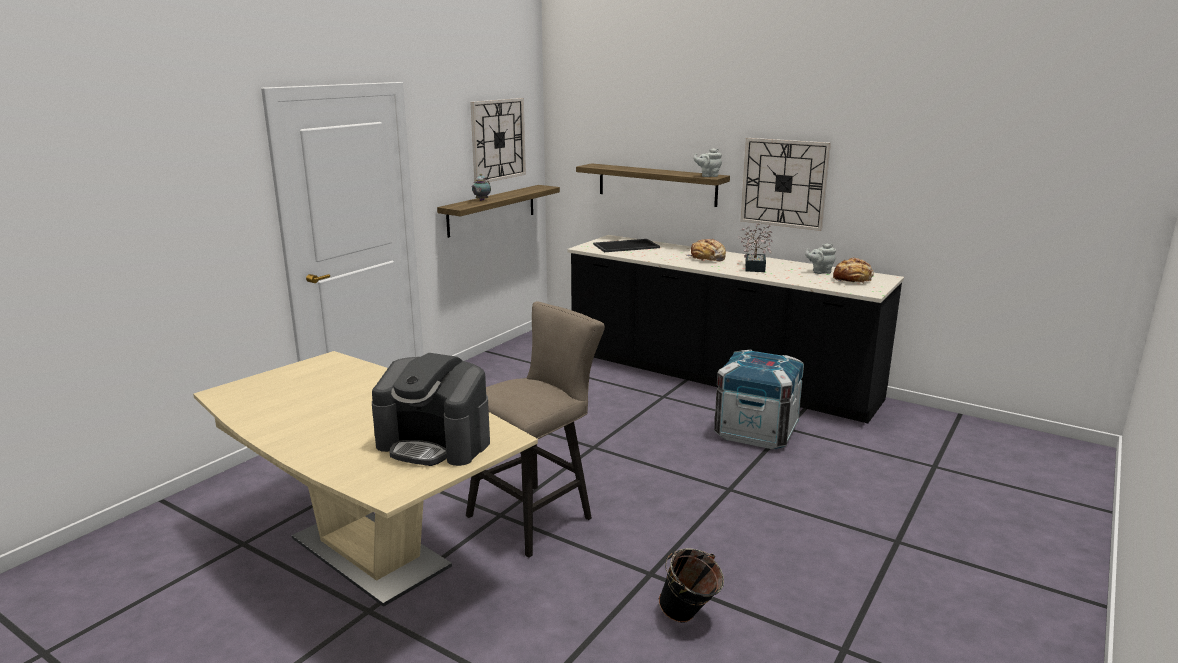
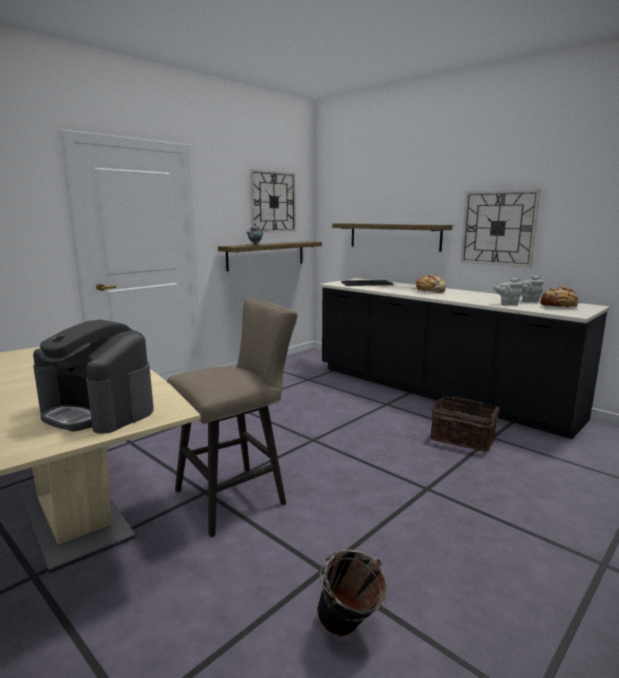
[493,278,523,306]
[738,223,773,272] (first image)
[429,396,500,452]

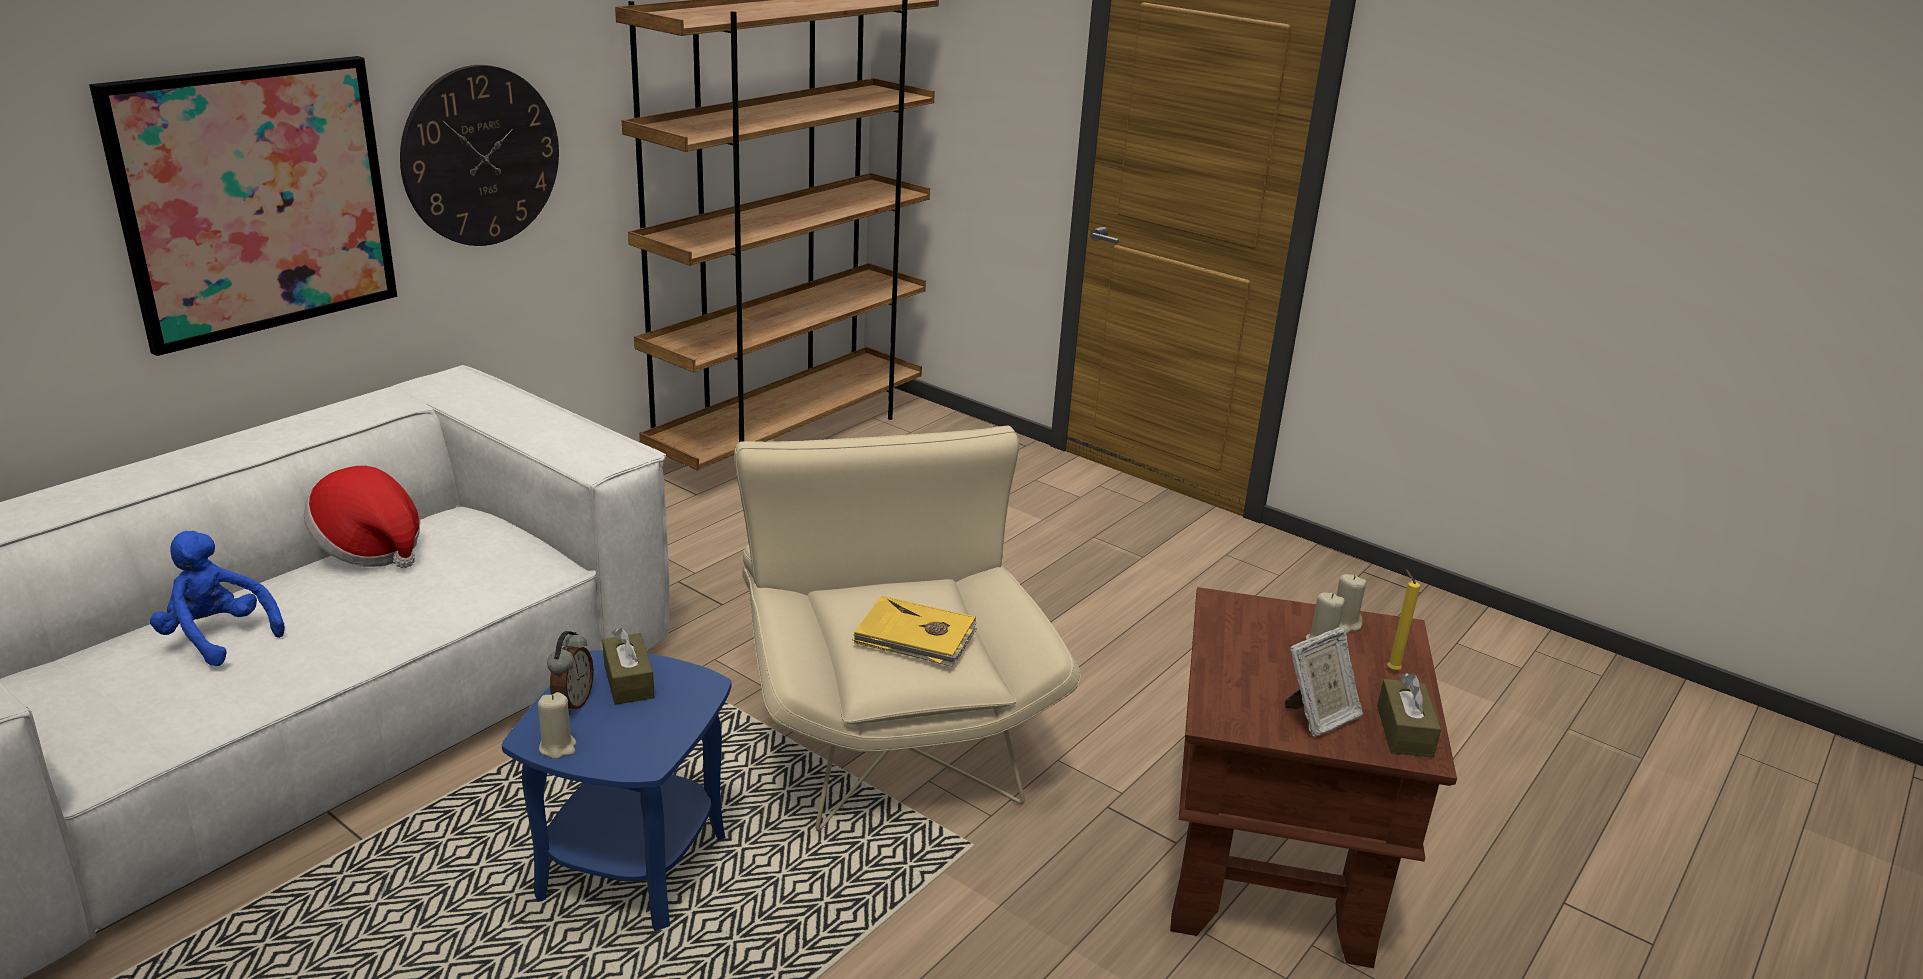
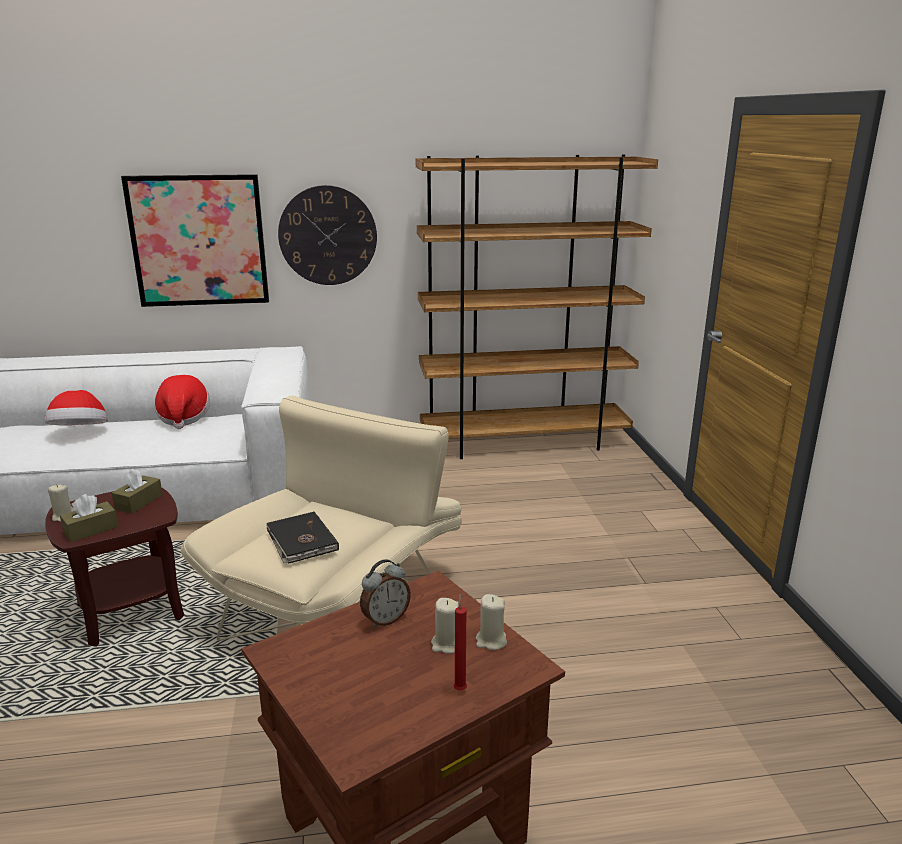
[44,390,108,425]
[453,594,467,691]
[266,511,339,564]
[1285,627,1363,737] (first image)
[360,559,411,628]
[45,487,184,647]
[60,494,118,542]

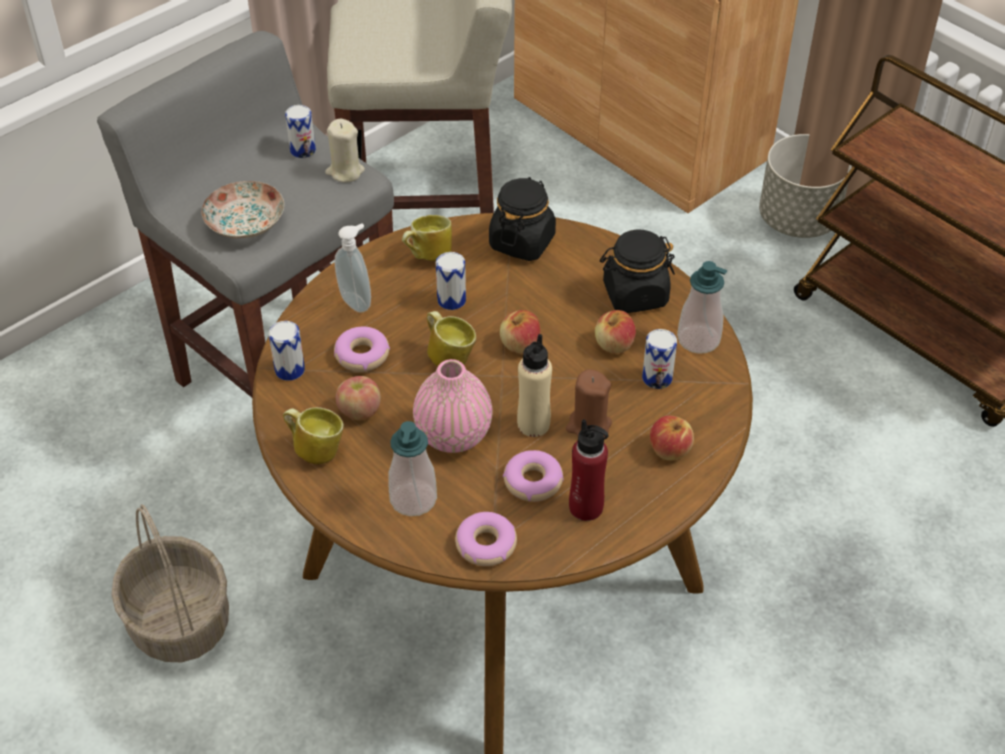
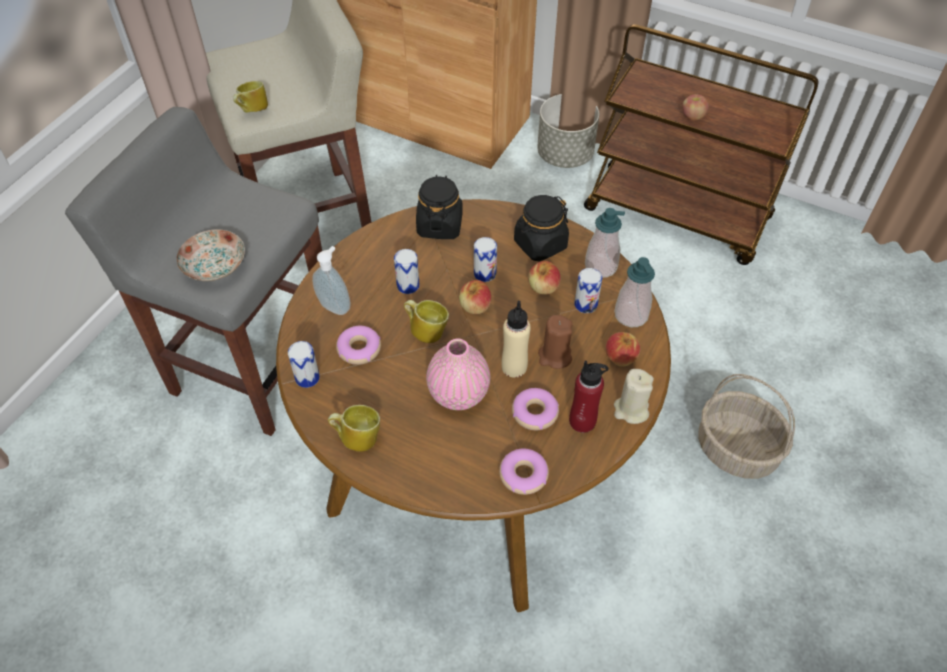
[474,237,497,282]
[614,369,654,424]
[233,81,268,113]
[683,94,709,120]
[614,257,655,327]
[698,374,795,479]

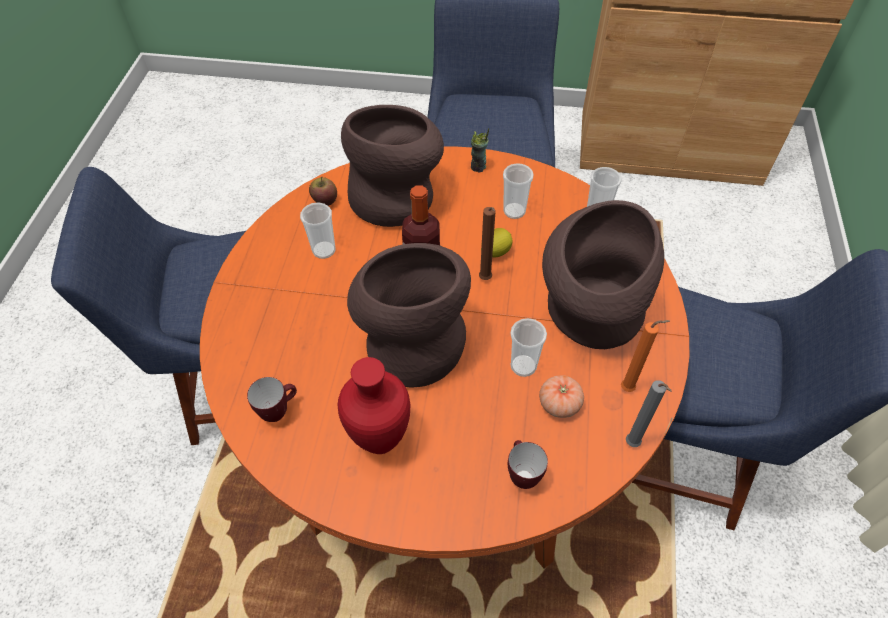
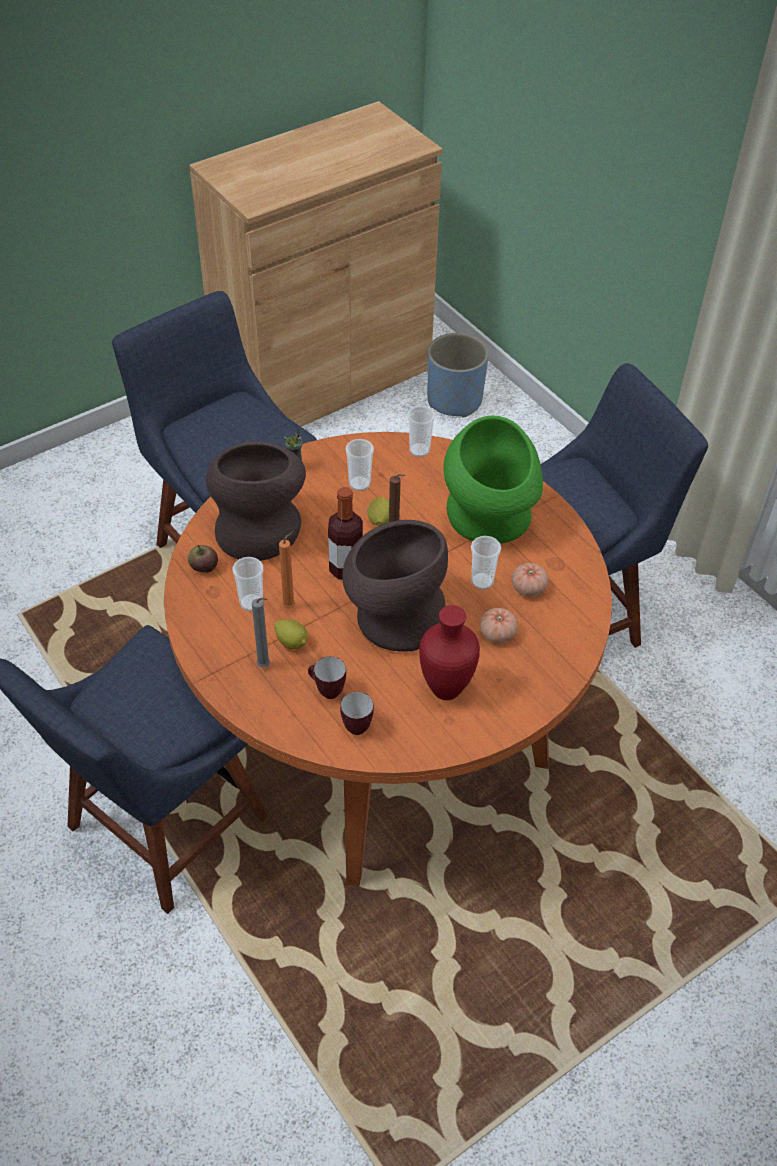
[443,415,543,544]
[279,531,295,609]
[252,598,270,667]
[308,656,346,699]
[427,333,489,418]
[480,608,518,643]
[274,619,308,649]

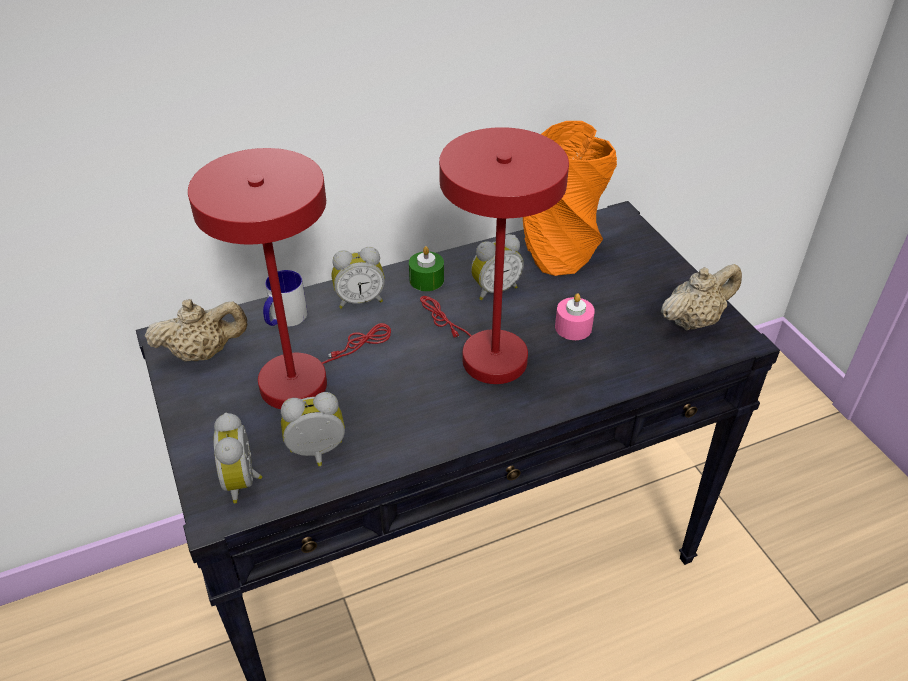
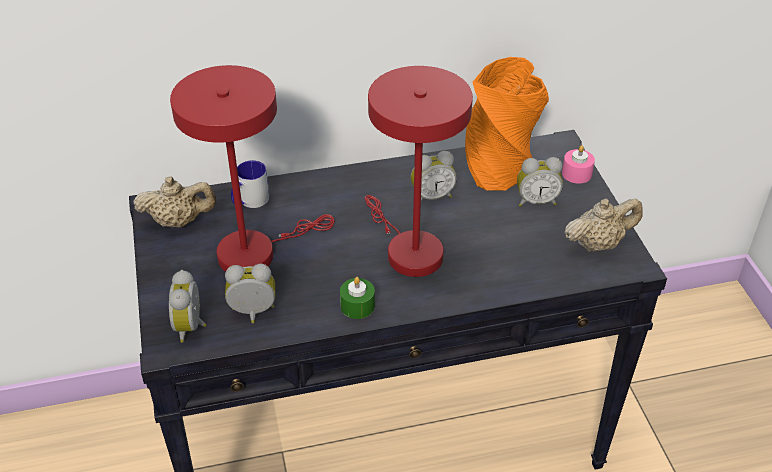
[340,277,375,319]
[517,157,563,207]
[562,145,595,184]

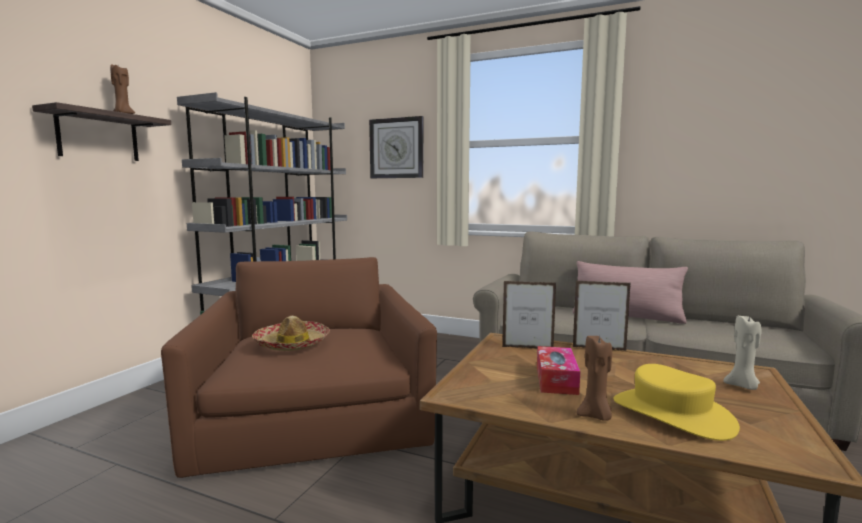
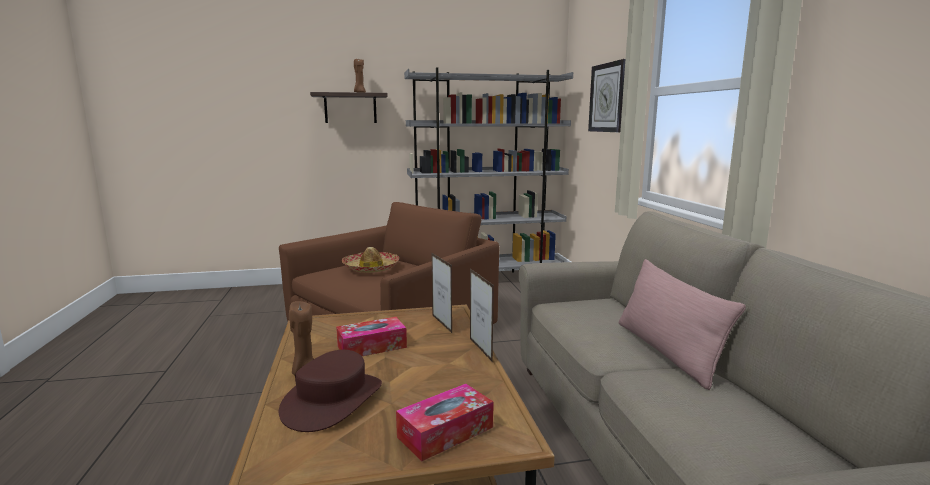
[396,384,494,461]
[279,350,382,432]

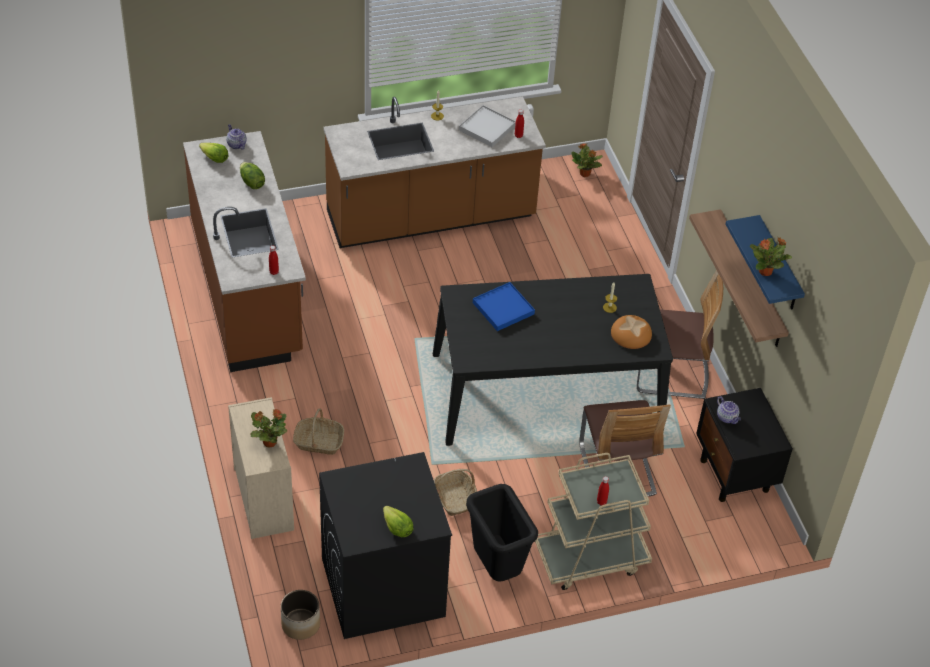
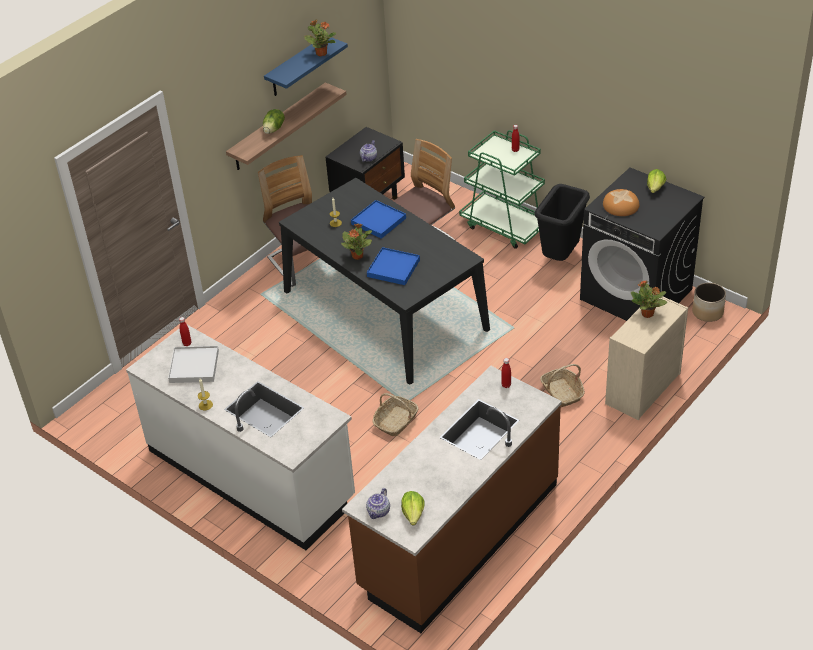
[126,325,355,550]
[341,224,372,260]
[263,109,285,134]
[603,189,639,216]
[459,130,545,249]
[372,393,419,436]
[351,200,406,239]

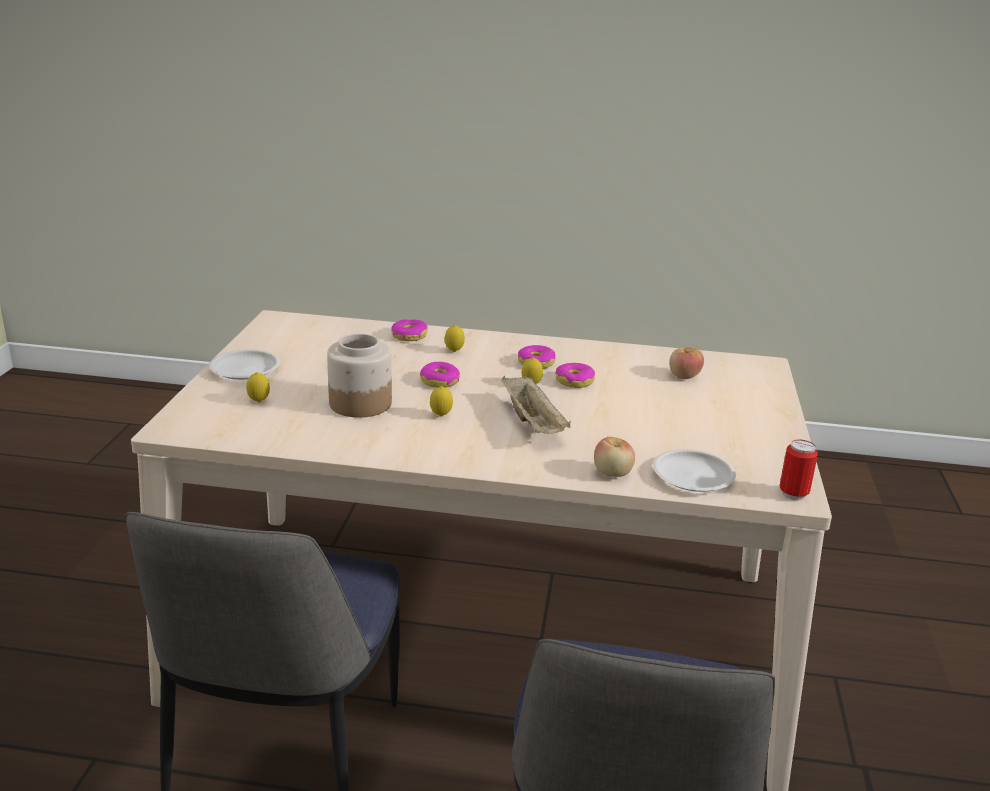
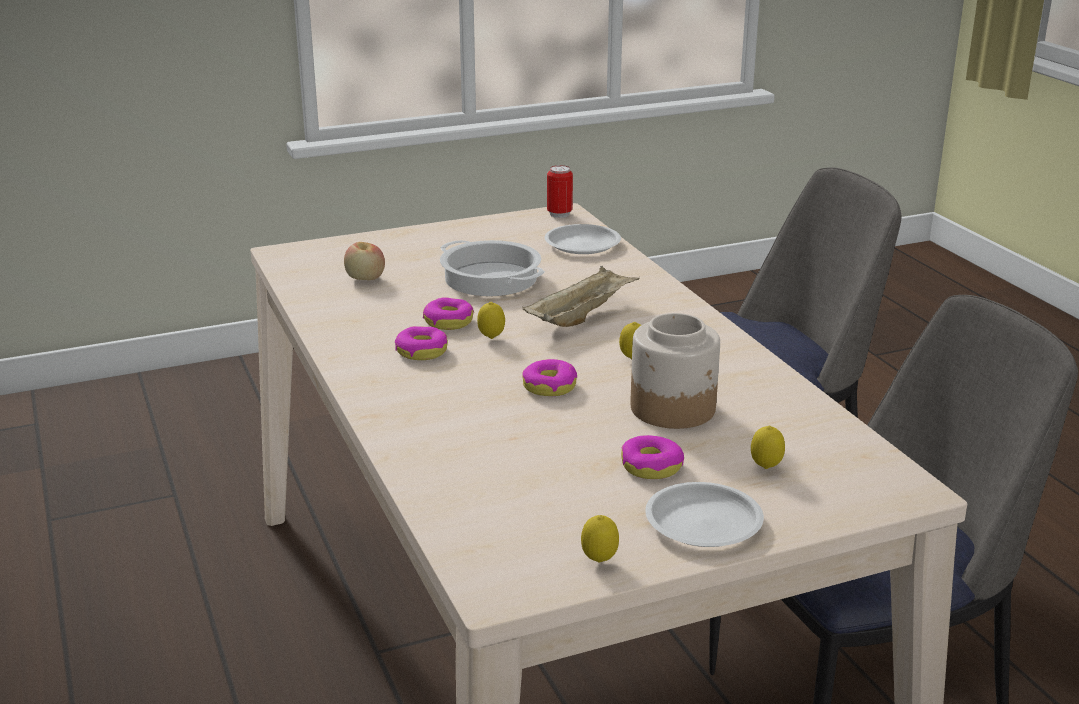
[621,435,684,479]
[581,515,619,563]
[594,437,635,477] (first image)
[440,240,545,296]

